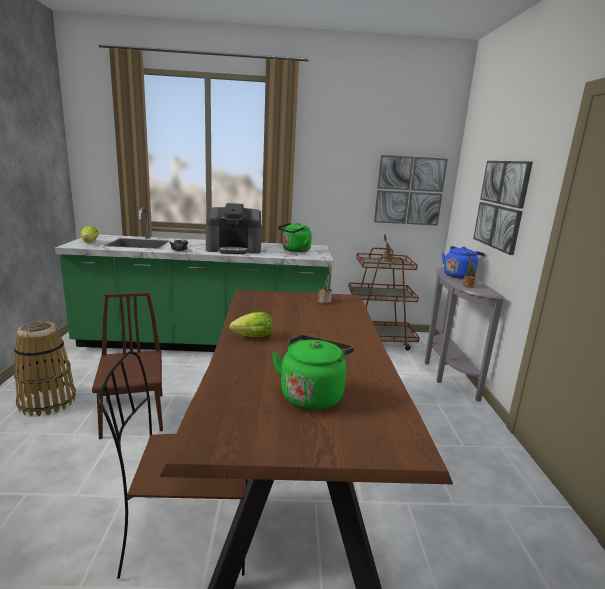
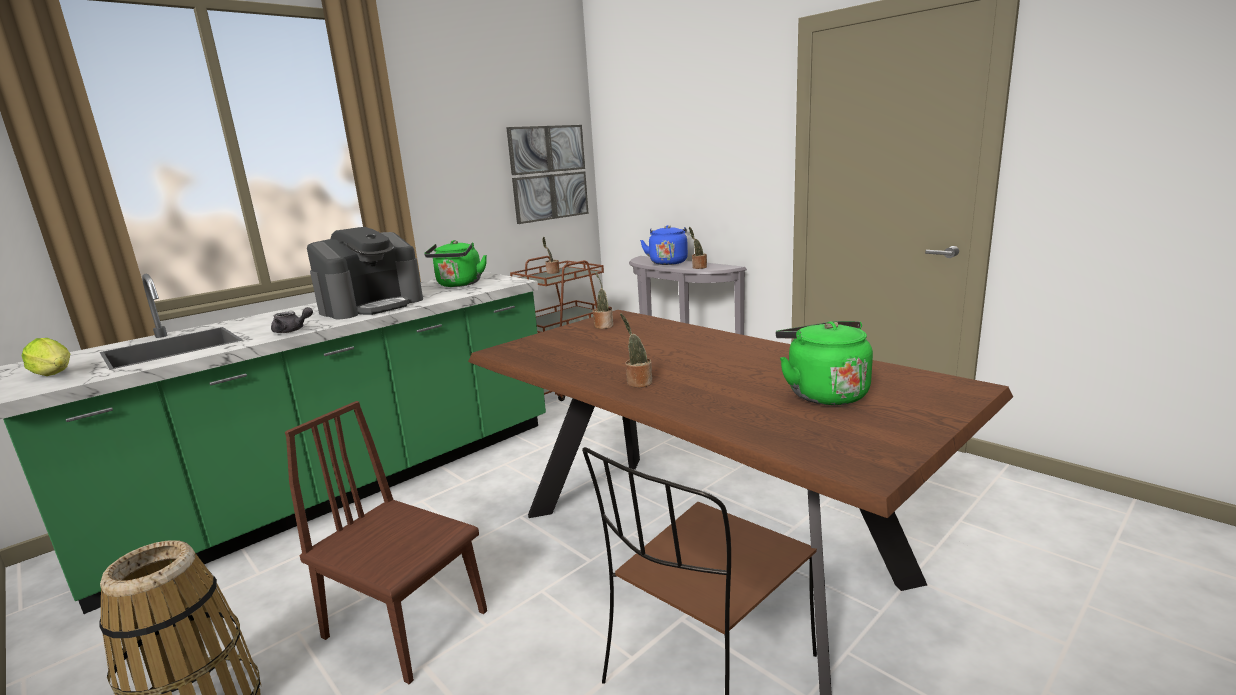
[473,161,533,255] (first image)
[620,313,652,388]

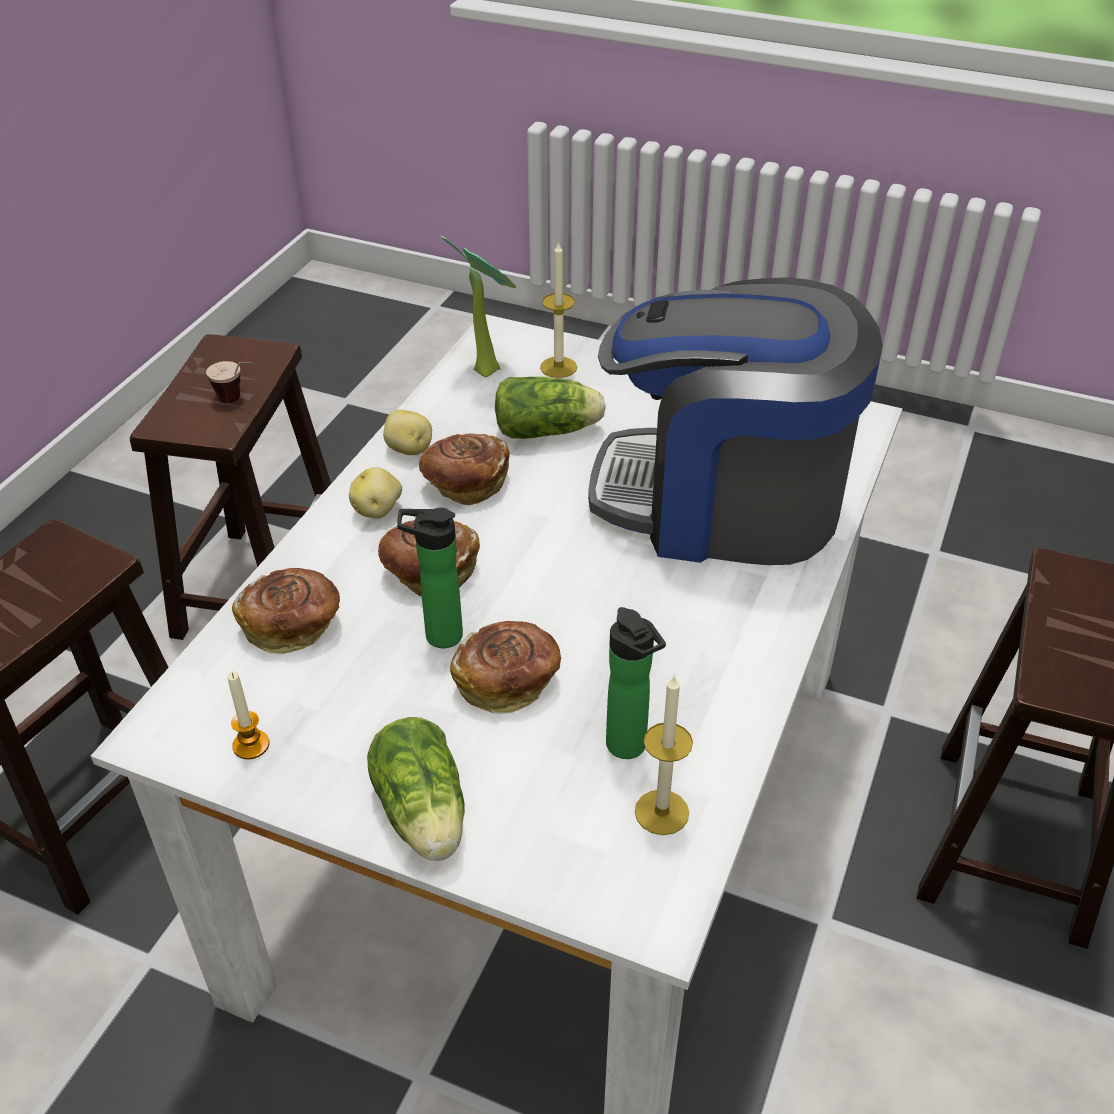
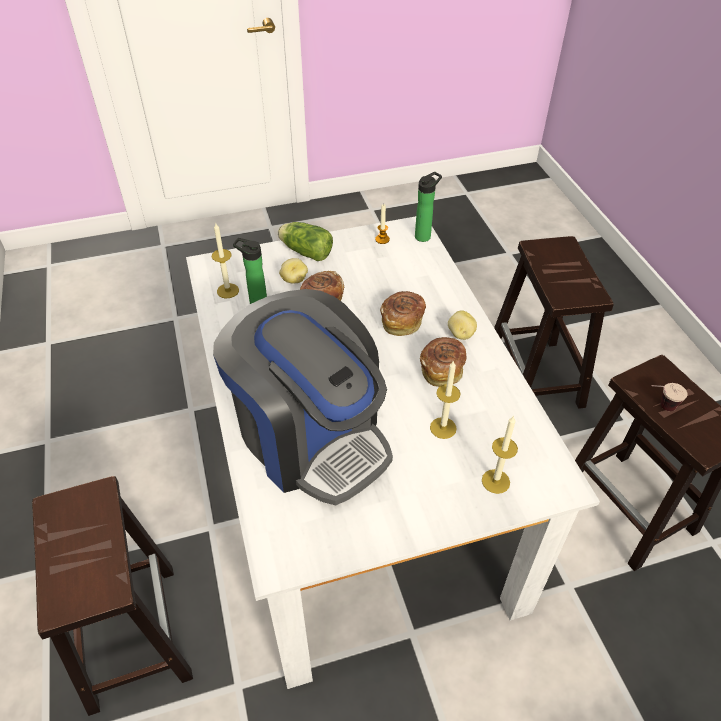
[440,235,516,377] (first image)
[213,289,393,505]
[430,360,461,439]
[279,258,308,284]
[415,172,442,242]
[232,568,340,654] (first image)

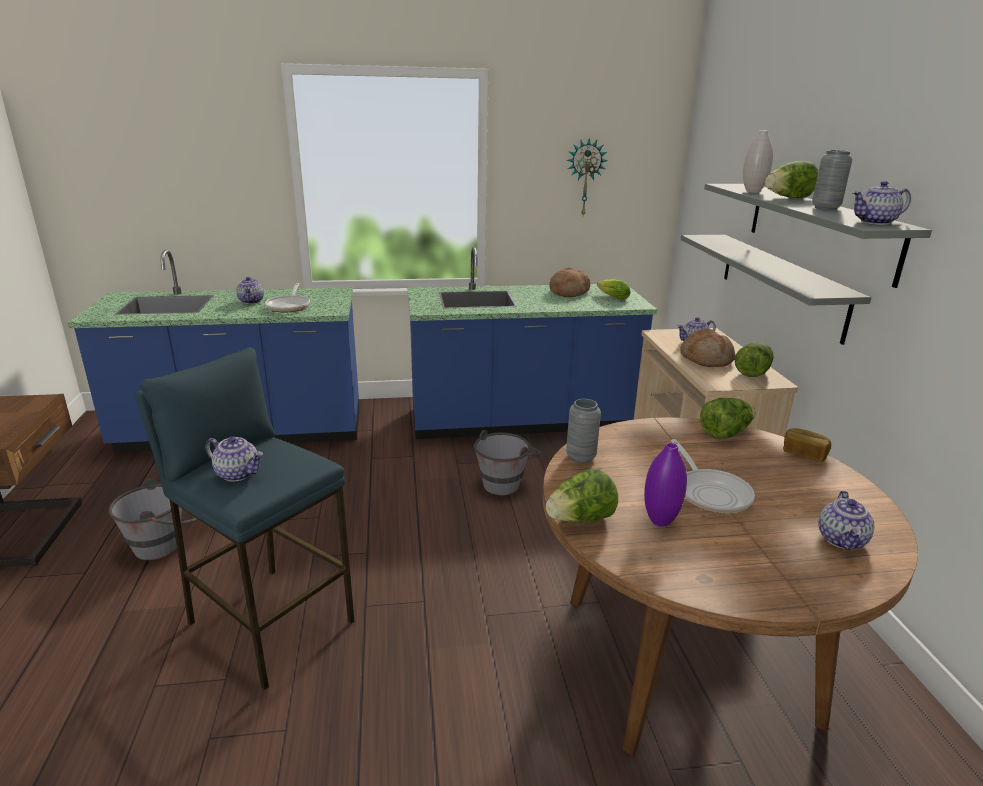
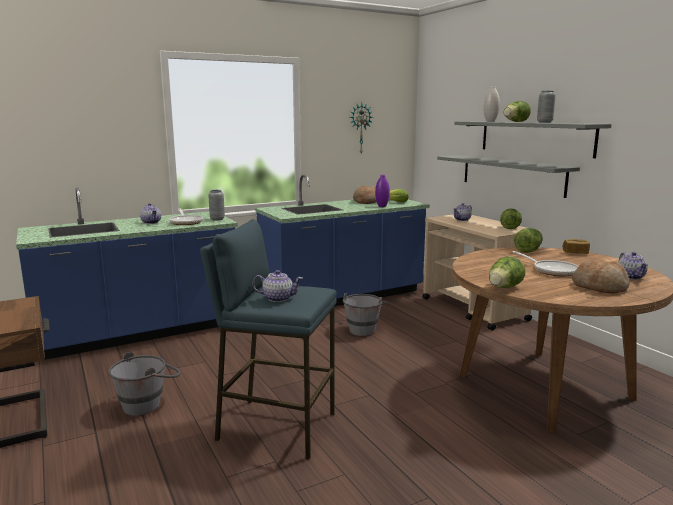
[852,181,911,225] (first image)
[572,258,630,293]
[208,190,225,221]
[375,175,390,207]

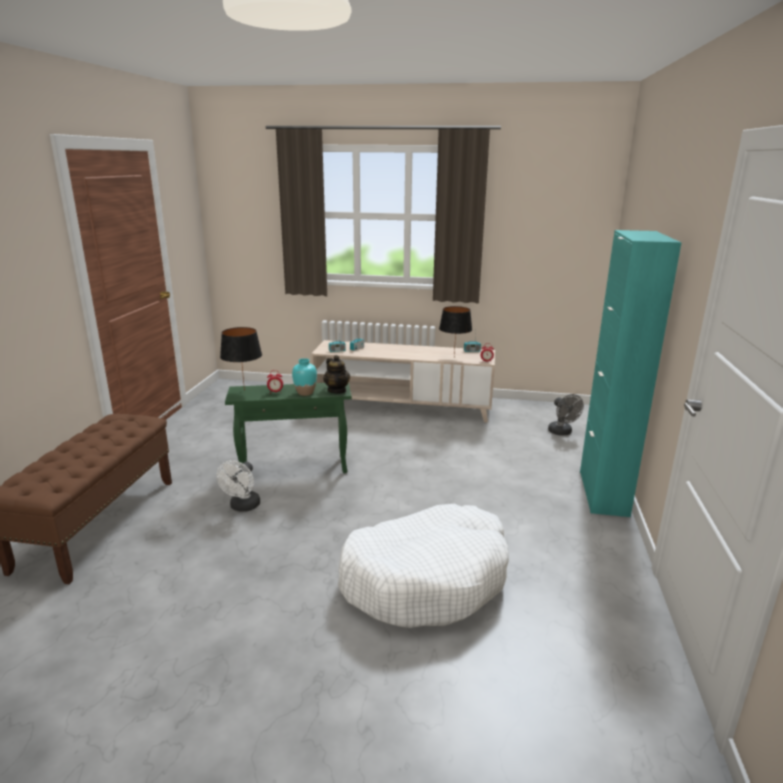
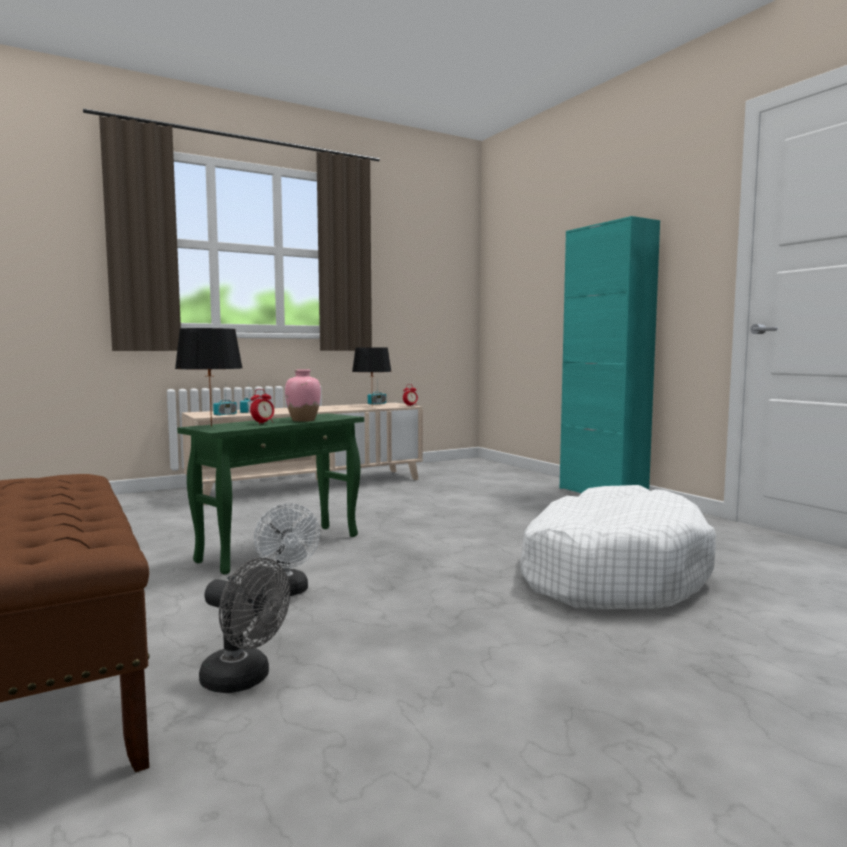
[323,355,350,394] (first image)
[285,370,321,422]
[199,558,290,693]

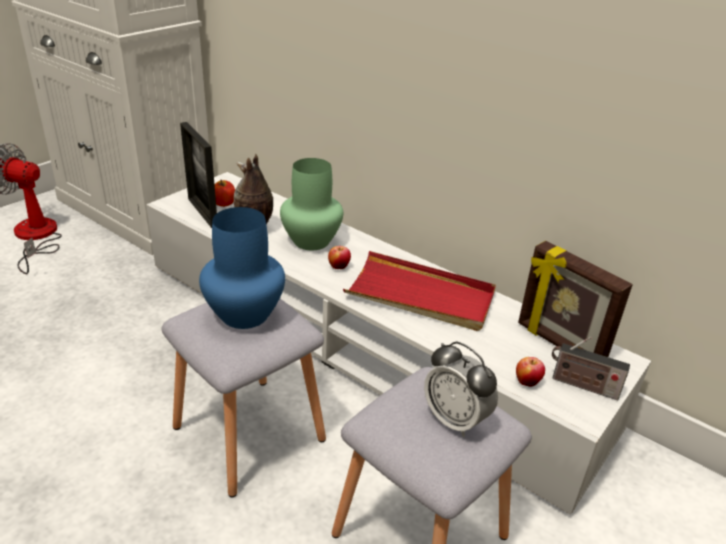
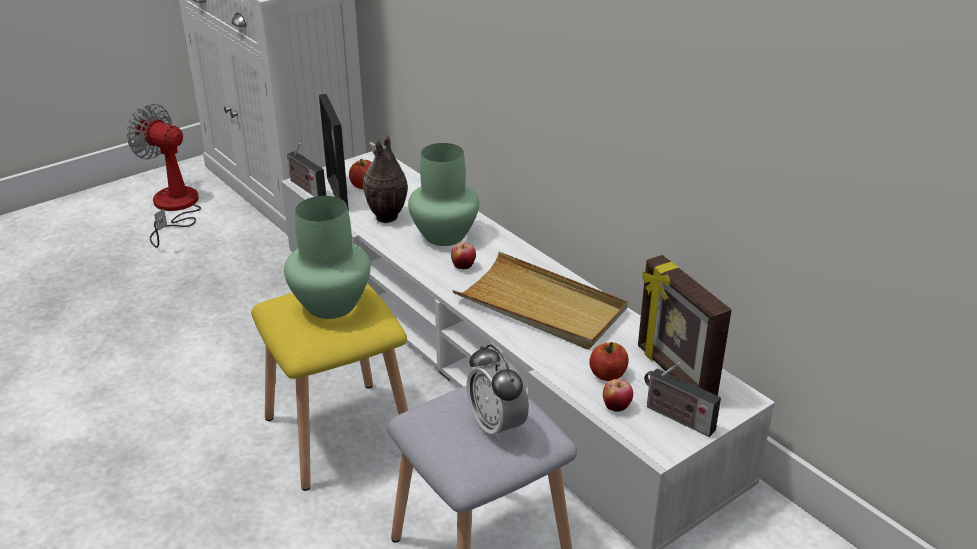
[284,196,370,319]
[453,252,628,349]
[251,283,408,491]
[287,143,326,197]
[589,342,629,381]

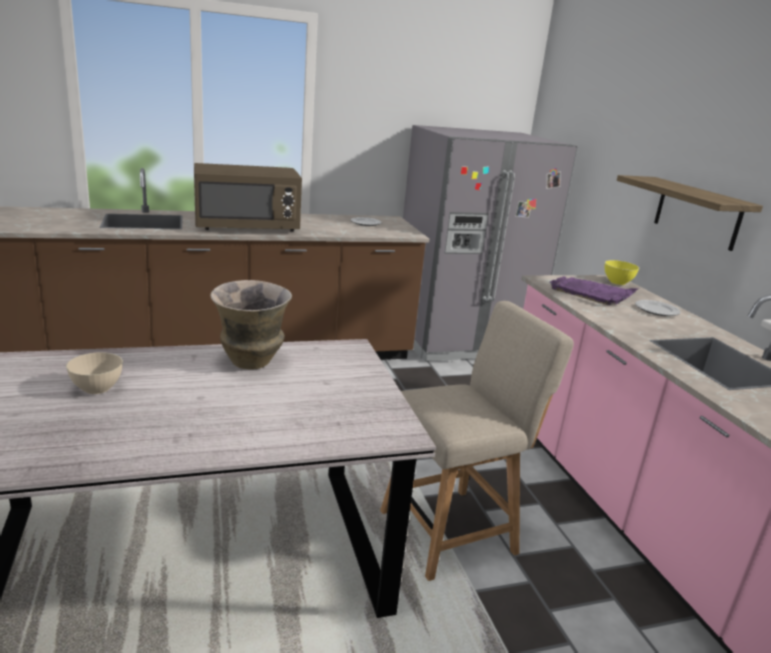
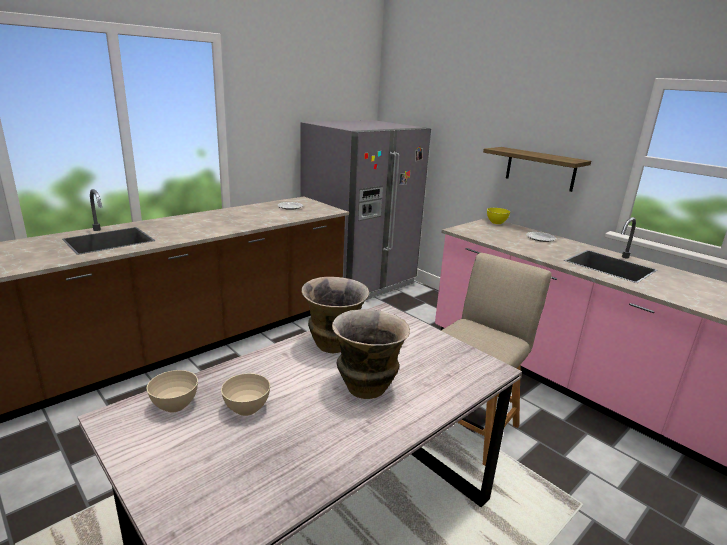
[194,163,302,232] (first image)
[549,276,638,305] (first image)
[332,309,410,399]
[146,370,198,413]

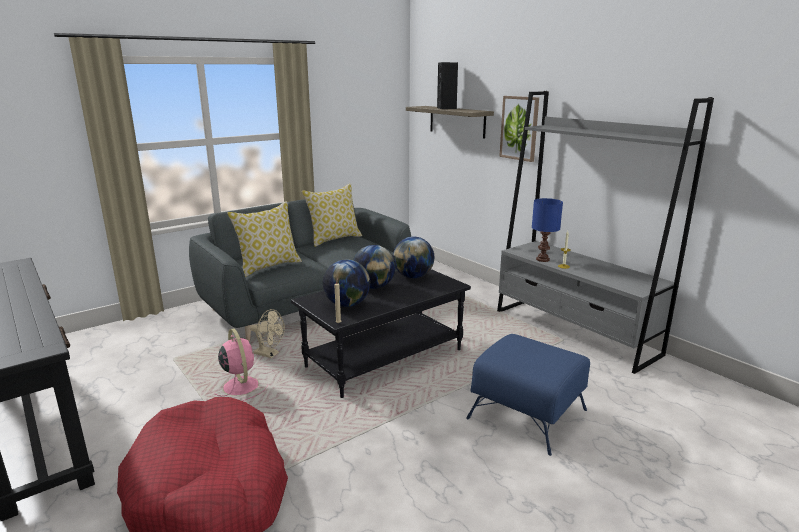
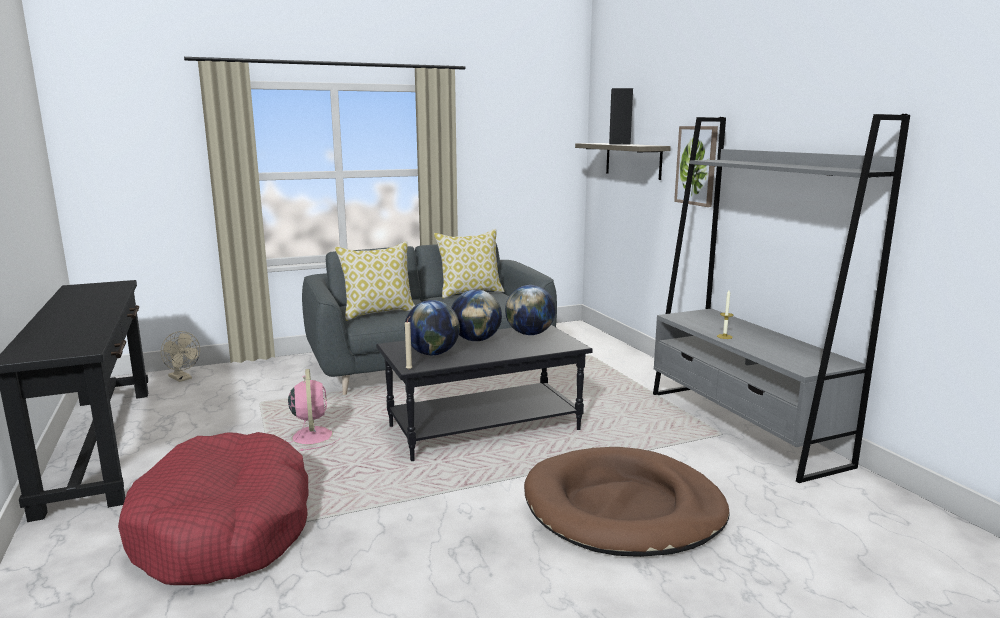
[532,198,563,262] (first image)
[161,331,200,382]
[524,447,730,557]

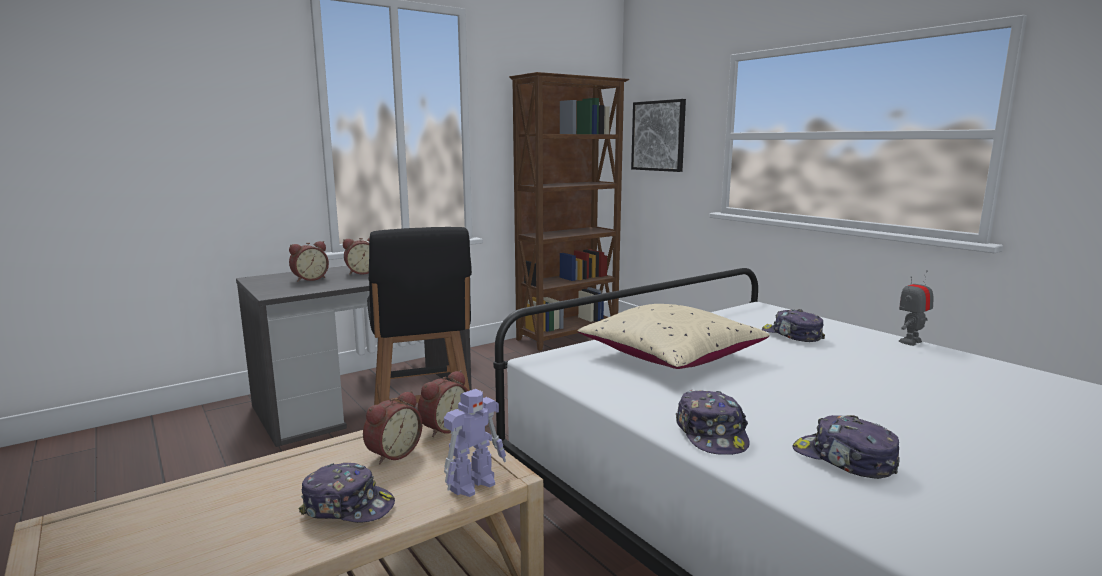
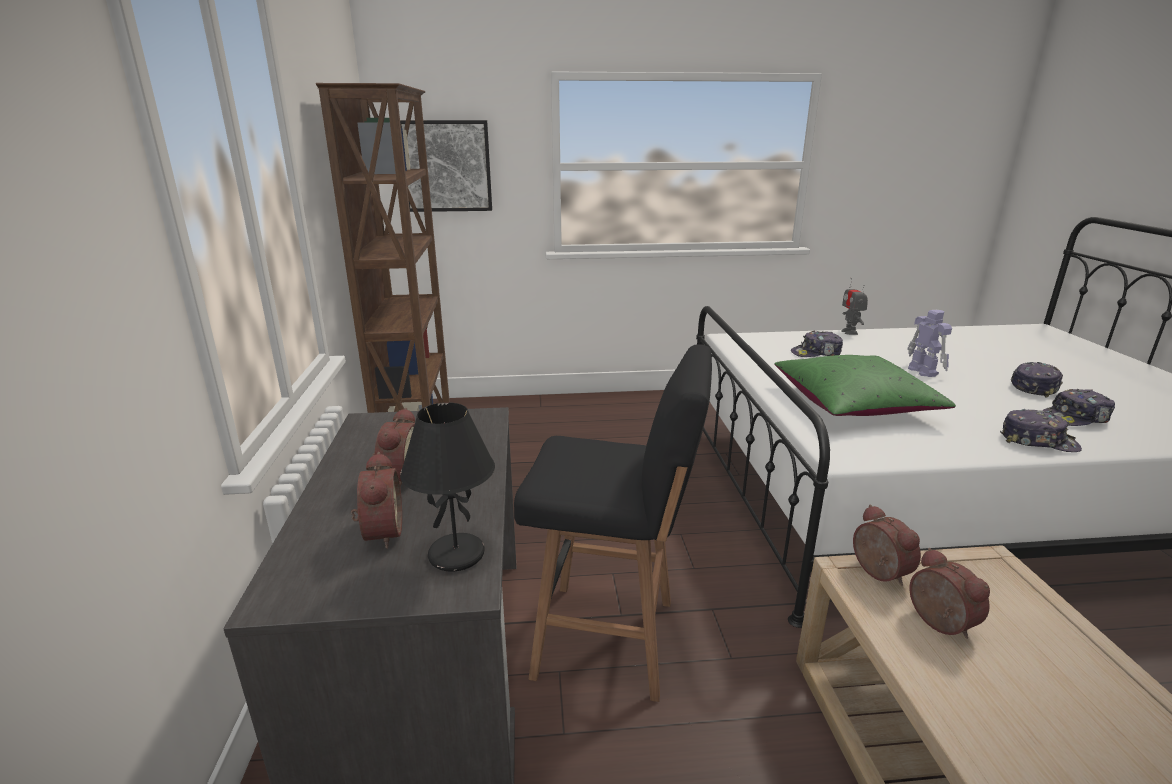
[774,355,956,416]
[907,310,952,377]
[1011,362,1063,398]
[400,402,495,572]

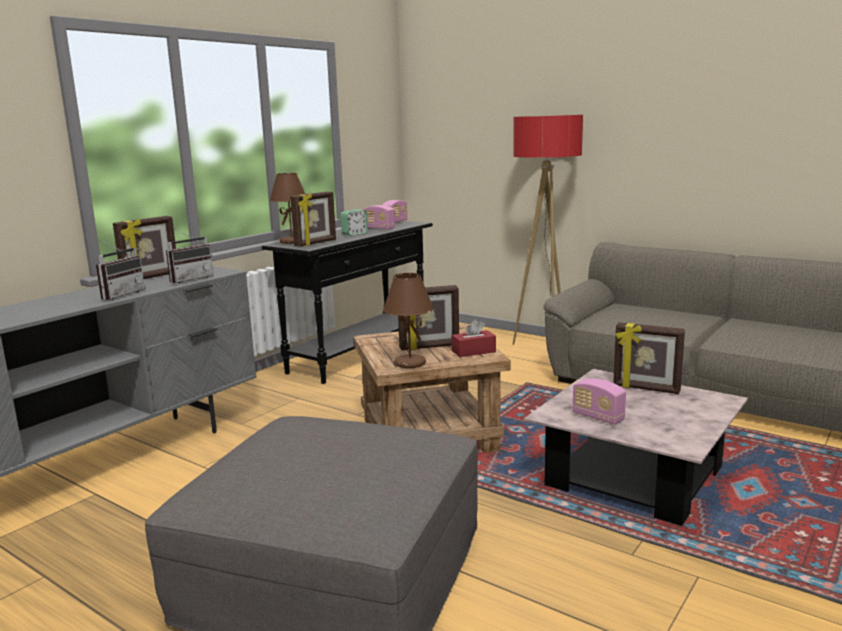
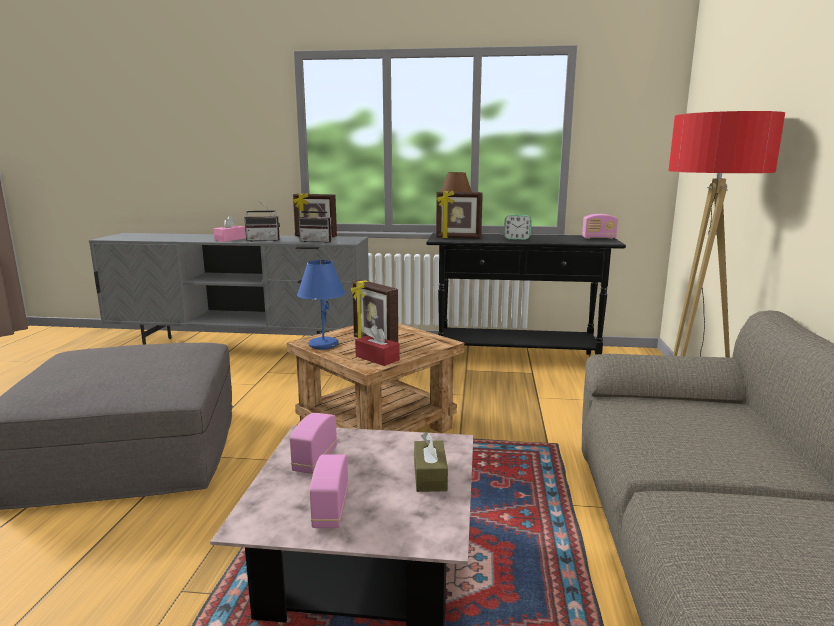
[310,454,349,528]
[297,260,345,349]
[414,432,448,492]
[213,216,246,242]

